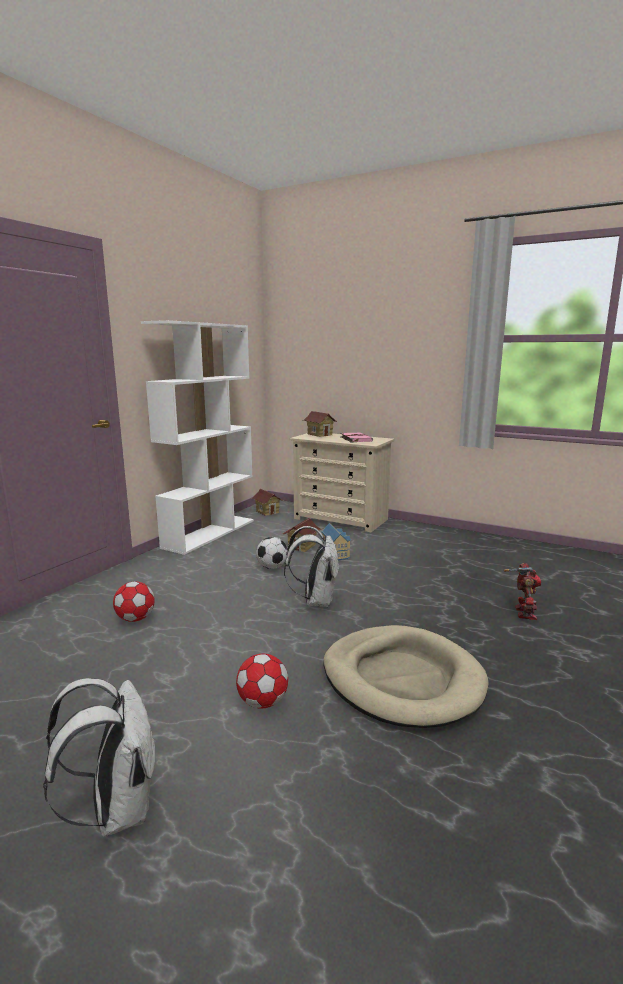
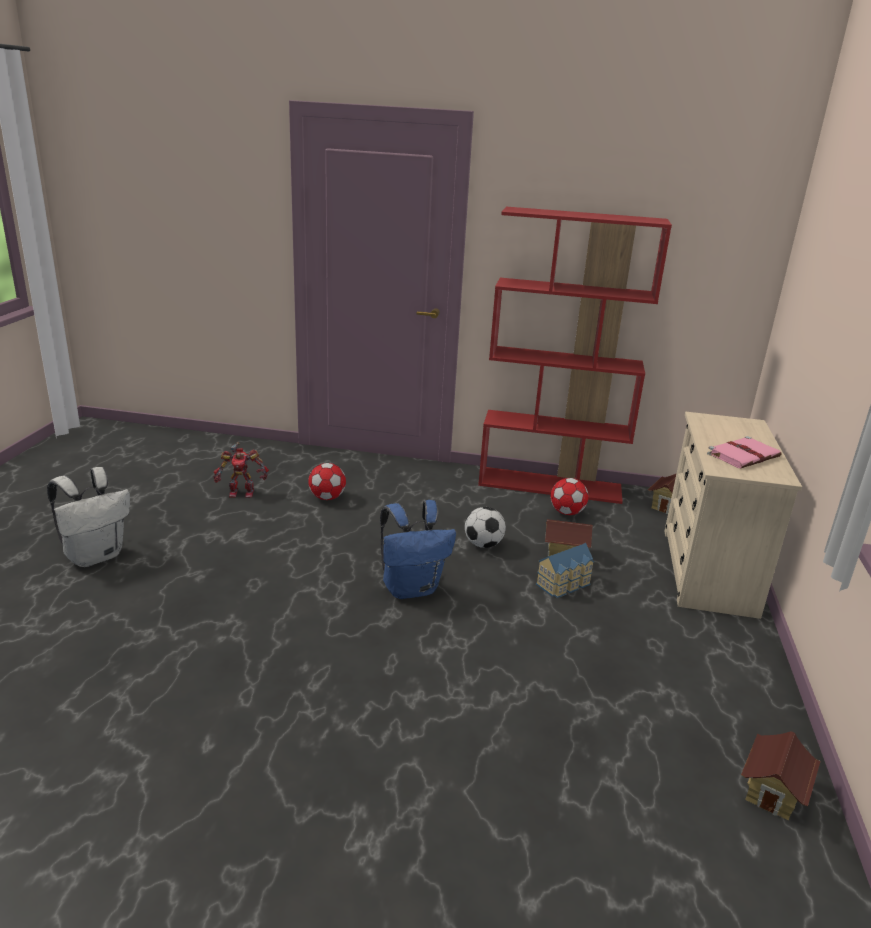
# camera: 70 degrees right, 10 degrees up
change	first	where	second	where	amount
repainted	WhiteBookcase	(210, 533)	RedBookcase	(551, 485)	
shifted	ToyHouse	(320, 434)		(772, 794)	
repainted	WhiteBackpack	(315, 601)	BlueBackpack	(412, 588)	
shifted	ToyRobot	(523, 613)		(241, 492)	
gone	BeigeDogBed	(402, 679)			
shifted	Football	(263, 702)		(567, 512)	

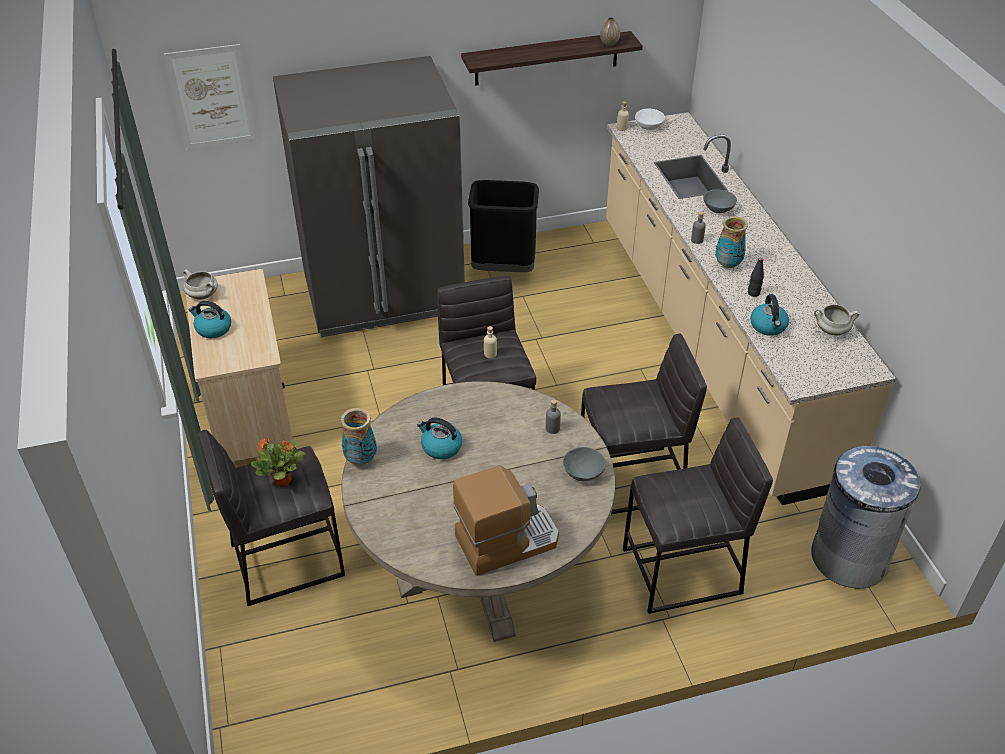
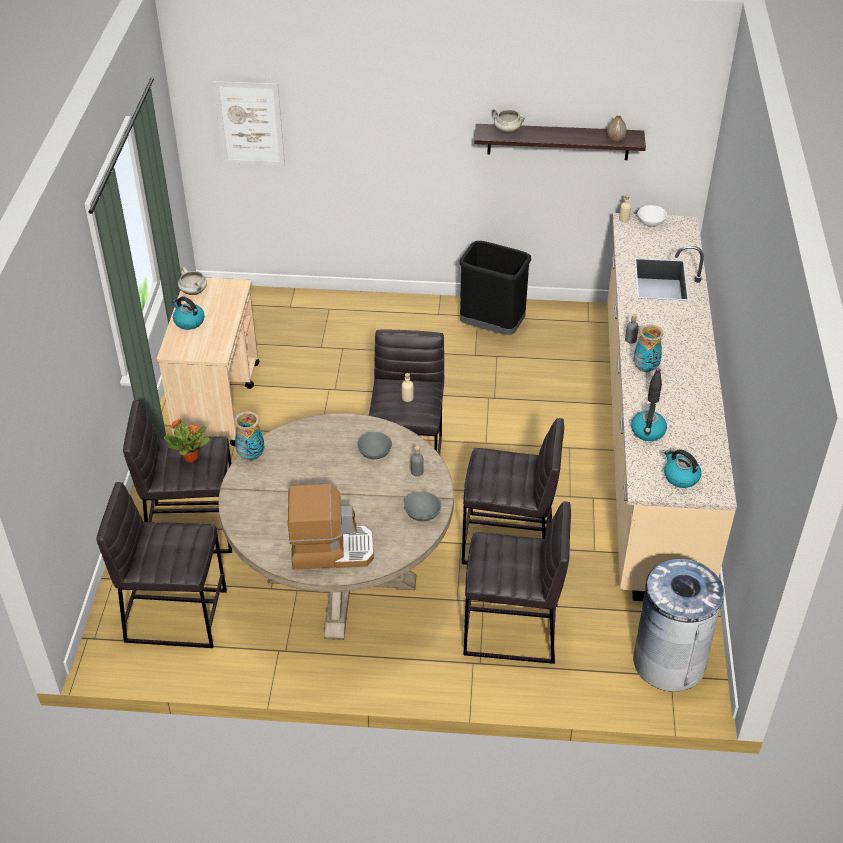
# camera: 20 degrees right, 0 degrees up
change	first	where	second	where	amount
gone	GreyFridge	(383, 293)			
shifted	GreyBowl	(718, 209)		(374, 453)	
shifted	WhiteCookingPot	(831, 331)		(507, 131)	
shifted	Kettle	(441, 447)		(680, 477)	
new			GreyStool	(175, 615)	

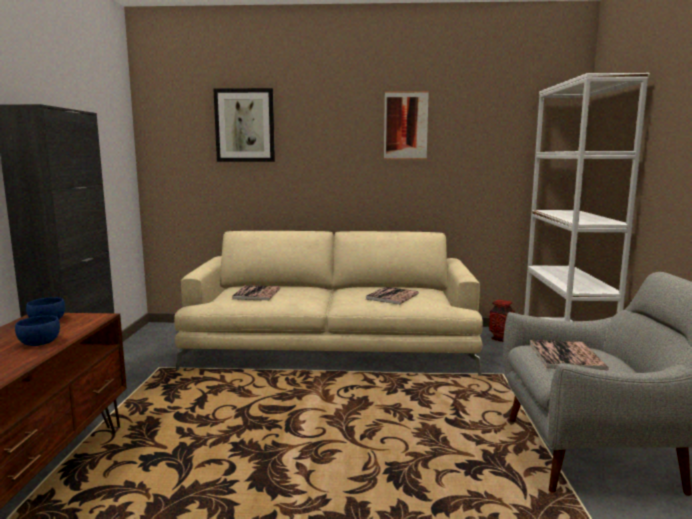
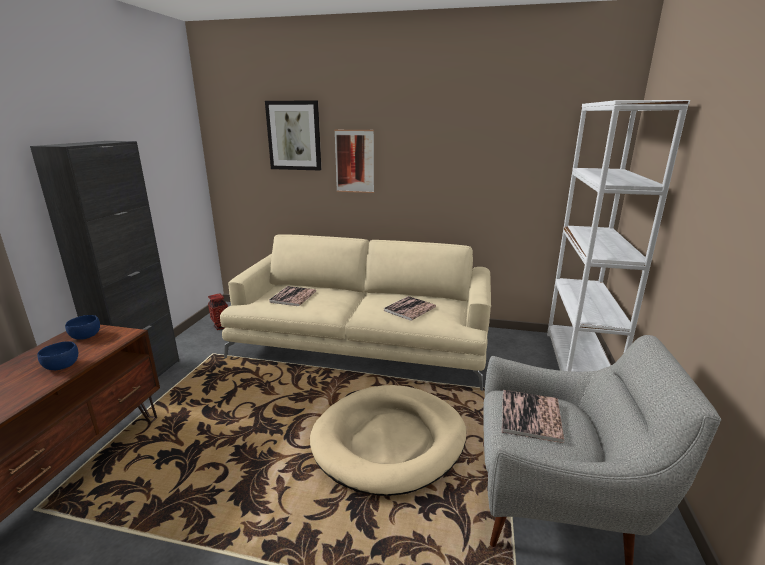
# camera: 10 degrees right, 10 degrees up
change	first	where	second	where	amount
shifted	Picture	(405, 125)		(354, 161)	
shifted	Vase	(500, 339)		(221, 326)	
new			BeigeDogBed	(389, 440)	

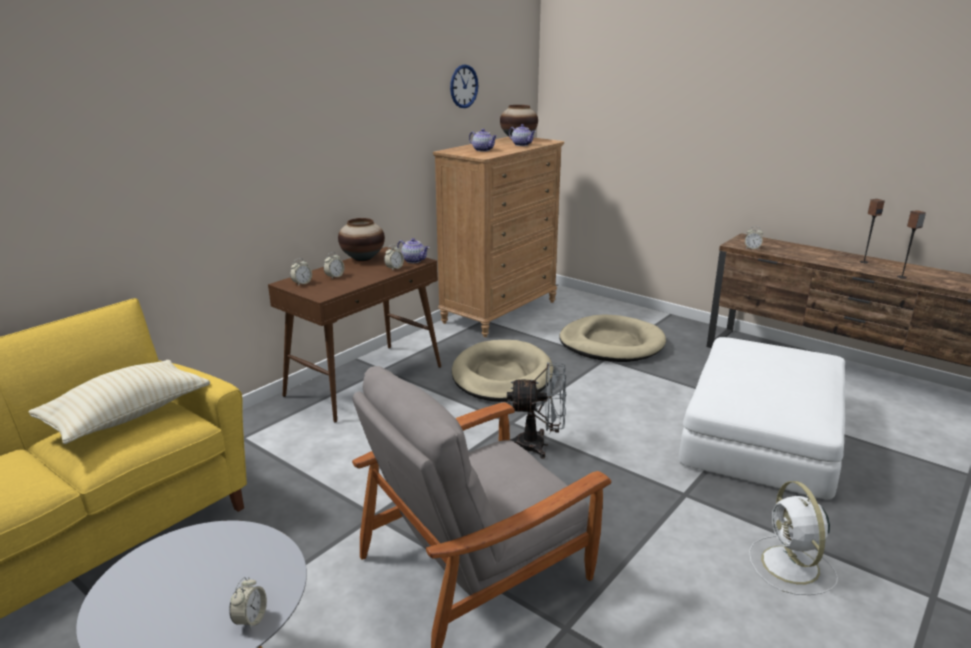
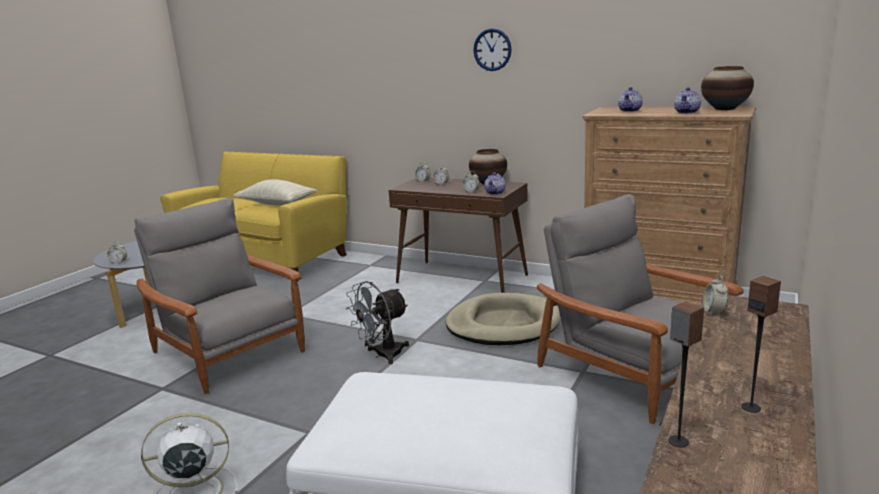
# camera: 80 degrees right, 5 degrees down
change	first	where	second	where	amount
shifted	WallClock	(463, 86)		(492, 50)	
swapped	BeigeDogBed	(611, 344)	GreyArmchair	(631, 372)	
rotated	GreyFan	(538, 445)		(382, 355)	60 degrees clockwise

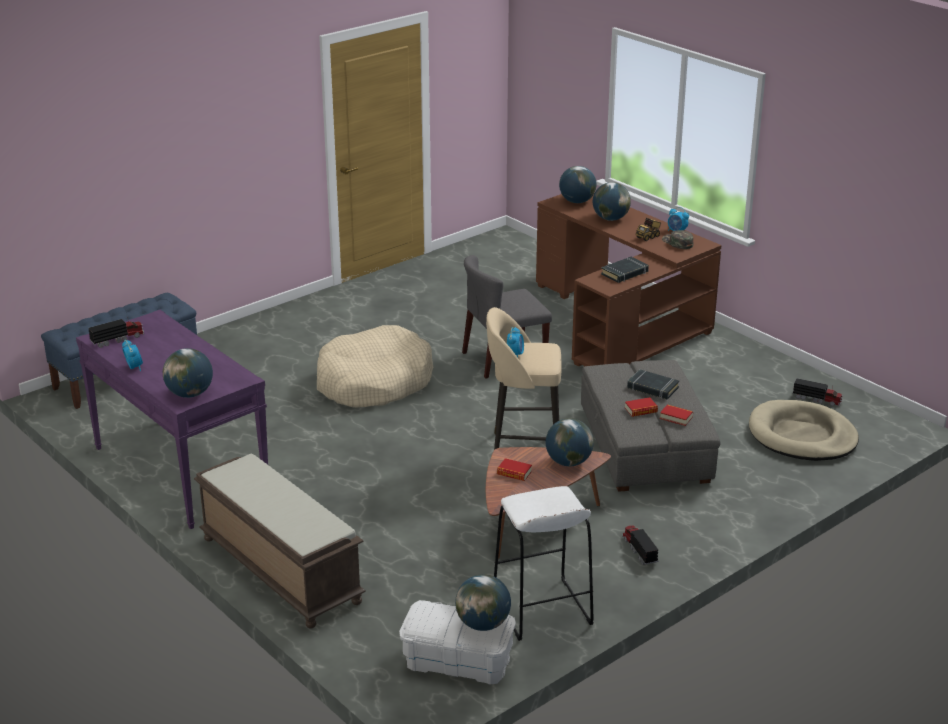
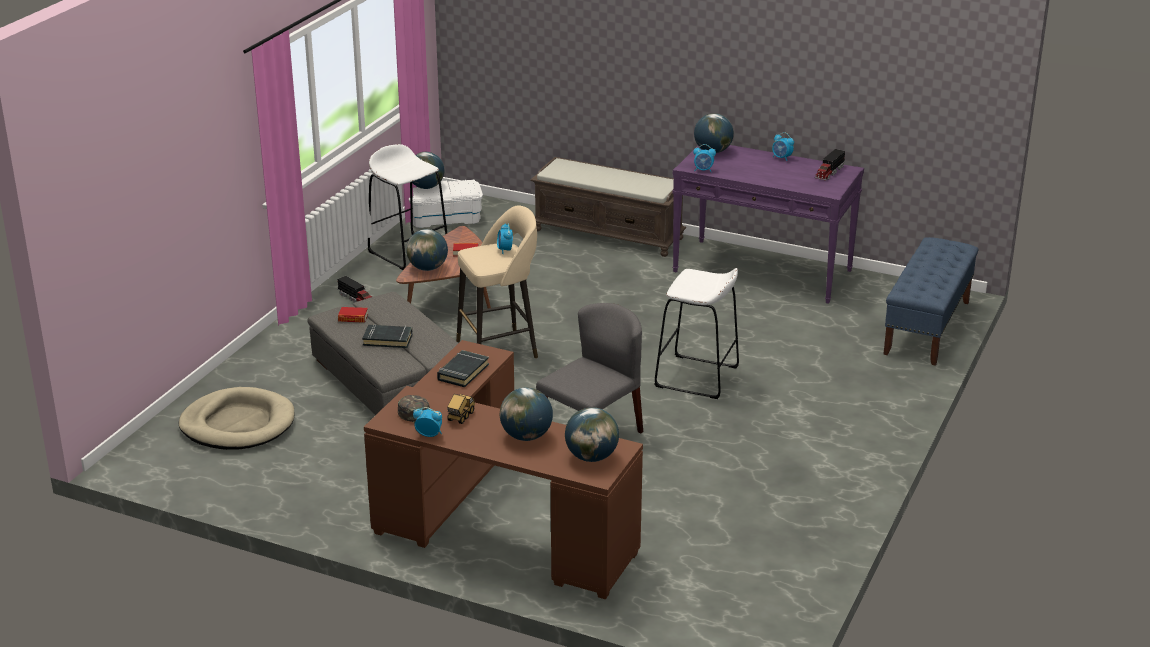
# camera: 155 degrees right, 0 degrees up
change	first	where	second	where	amount
swapped	BeigeDogBed	(373, 382)	WhiteStool	(697, 377)	
gone	ToyTruck	(817, 399)			
gone	Book	(641, 410)			
new			AlarmClock	(703, 170)	

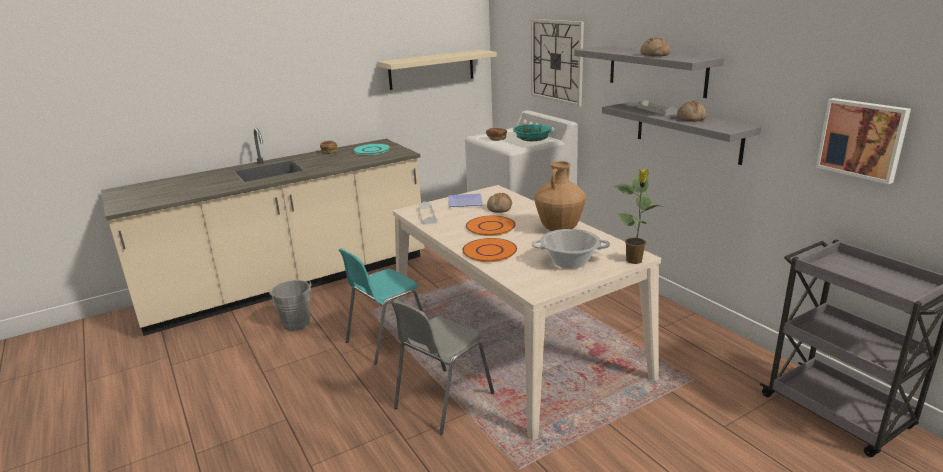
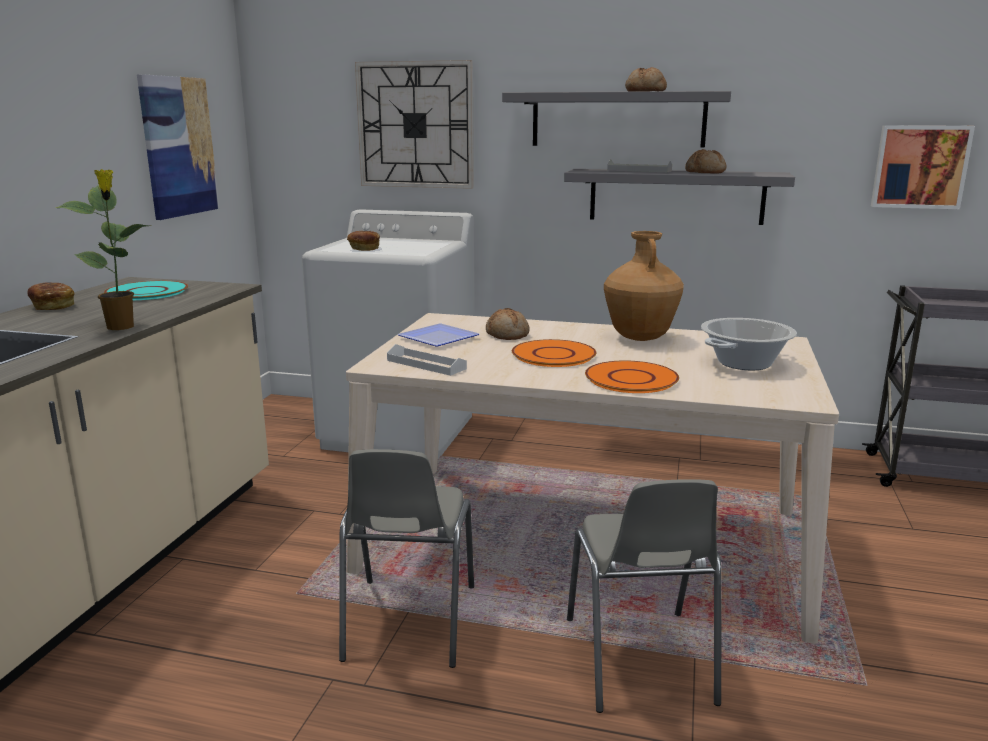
# camera: 45 degrees left, 5 degrees down
change	first	where	second	where	amount
swapped	BeigeShelf	(431, 69)	Picture	(178, 147)	
gone	TurquoiseBowl	(532, 139)			
shifted	PottedPlant	(635, 261)		(122, 327)	
repainted	TurquoiseChair	(387, 340)	GreyChair	(408, 623)	
gone	GreyBucket	(297, 325)			

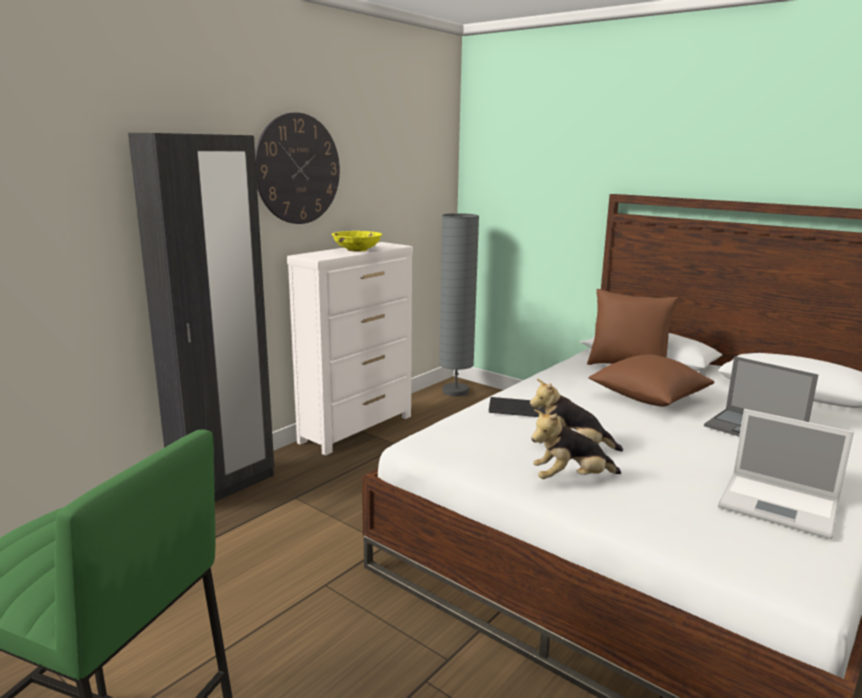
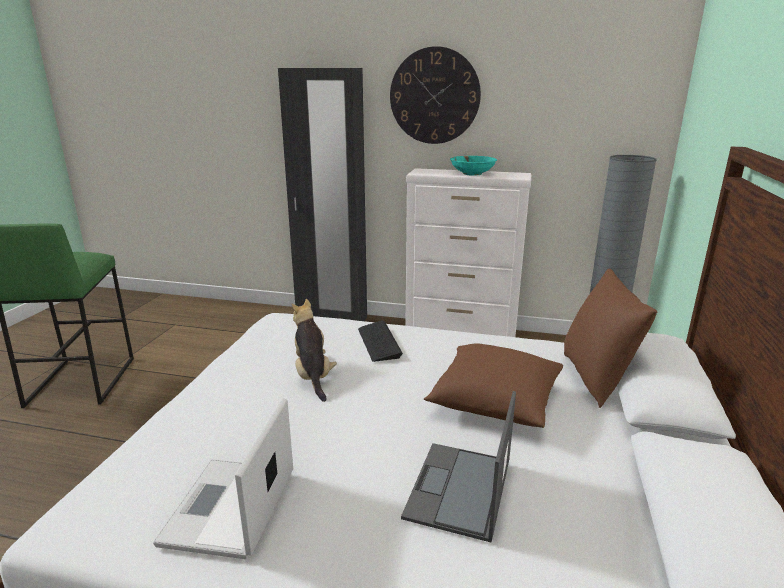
# camera: 65 degrees right, 5 degrees up
change	first	where	second	where	amount
repainted	YellowBowl	(357, 250)	TurquoiseBowl	(472, 174)	
gone	PlushToy	(571, 479)			

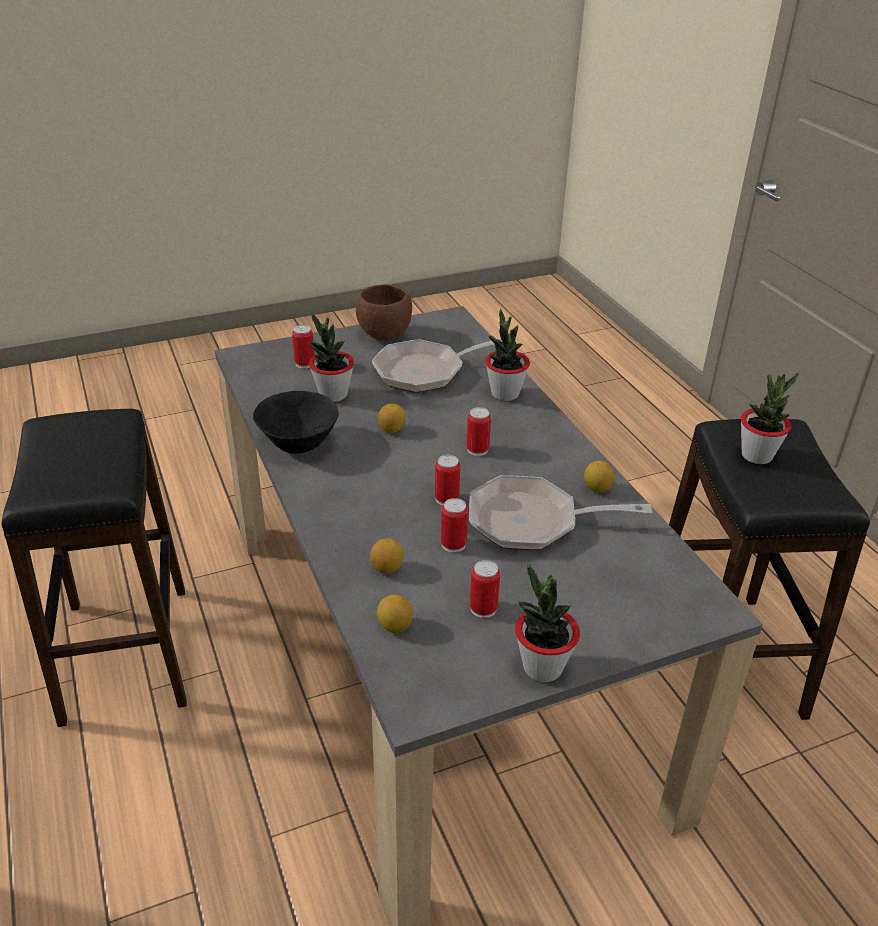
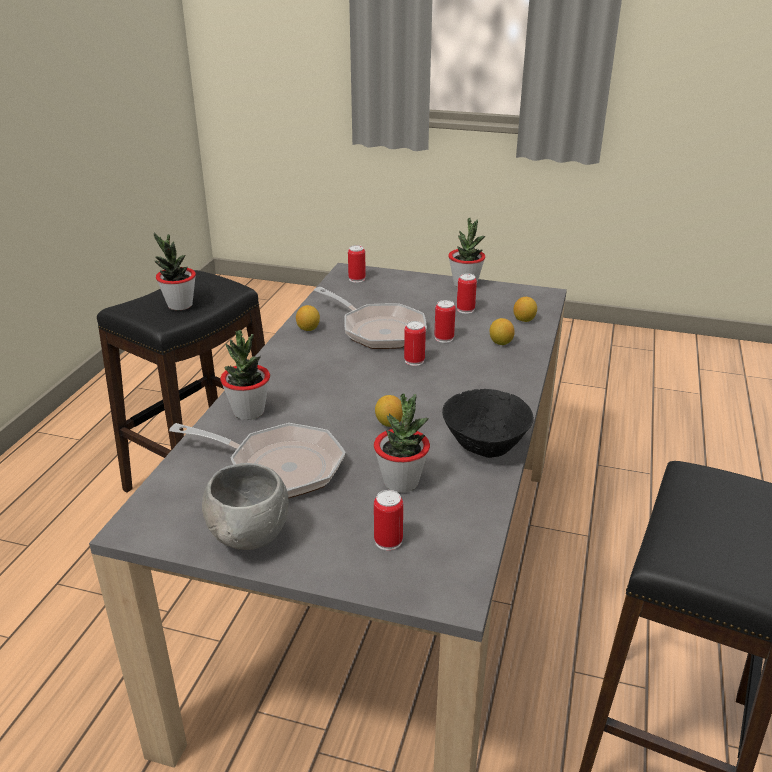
# camera: 140 degrees left, 5 degrees down
change	first	where	second	where	amount
repainted	BrownBowl	(384, 335)	GreyBowl	(248, 540)	
shifted	Can	(477, 449)		(357, 279)	

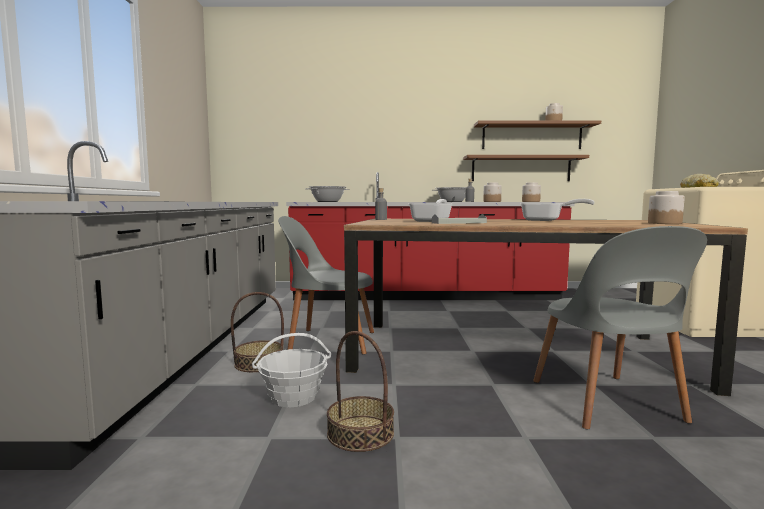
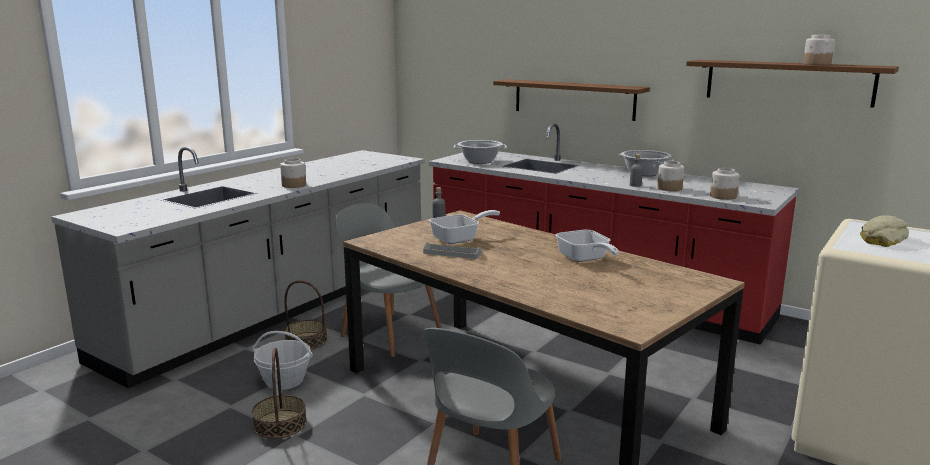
# camera: 35 degrees right, 10 degrees up
change	first	where	second	where	amount
shifted	BrownShelf	(521, 169)		(573, 99)	
shifted	Jar	(664, 223)		(294, 185)	

